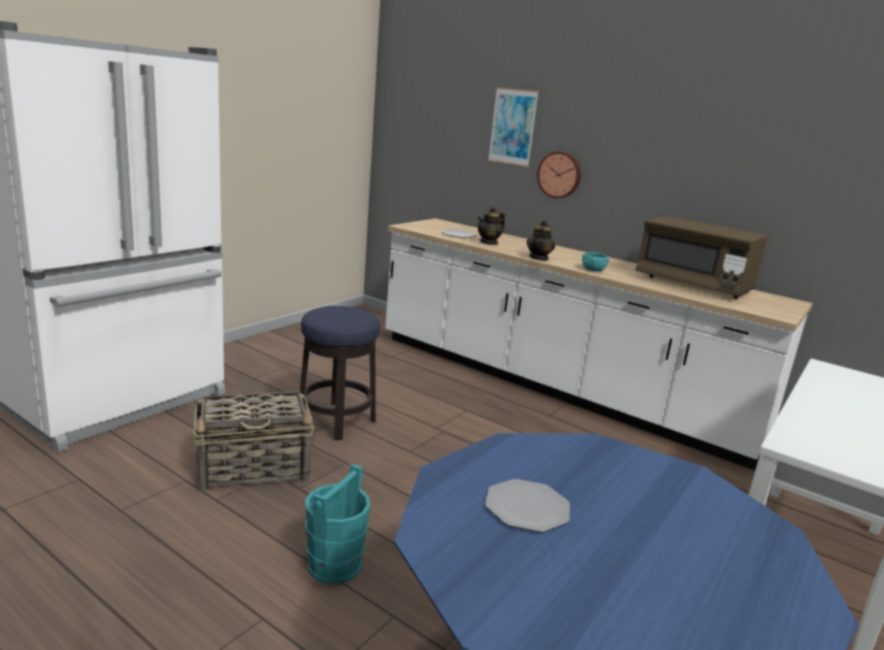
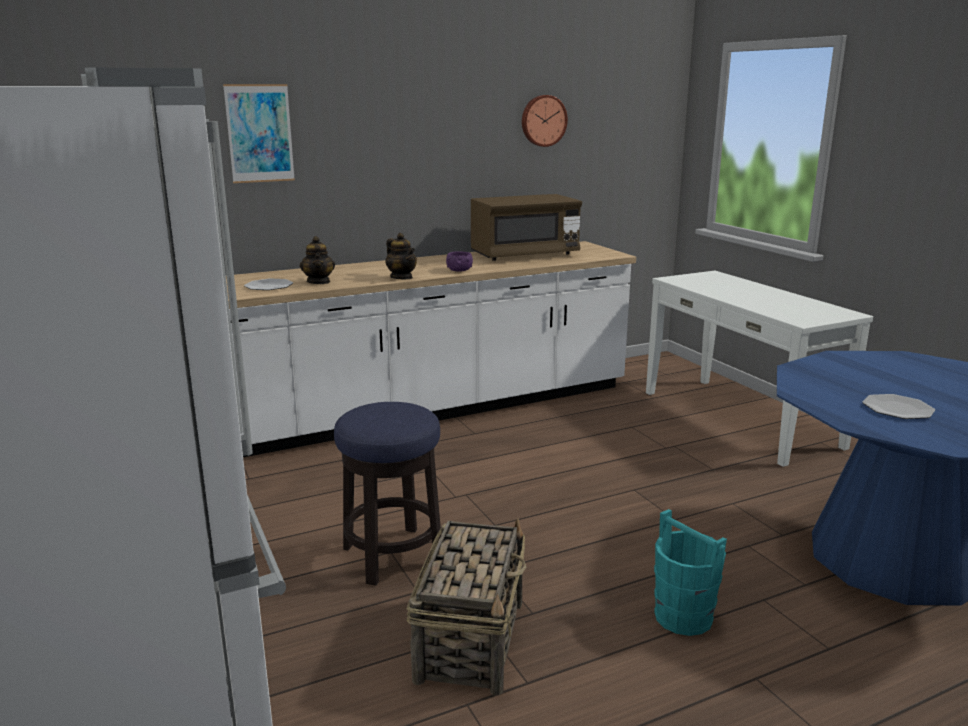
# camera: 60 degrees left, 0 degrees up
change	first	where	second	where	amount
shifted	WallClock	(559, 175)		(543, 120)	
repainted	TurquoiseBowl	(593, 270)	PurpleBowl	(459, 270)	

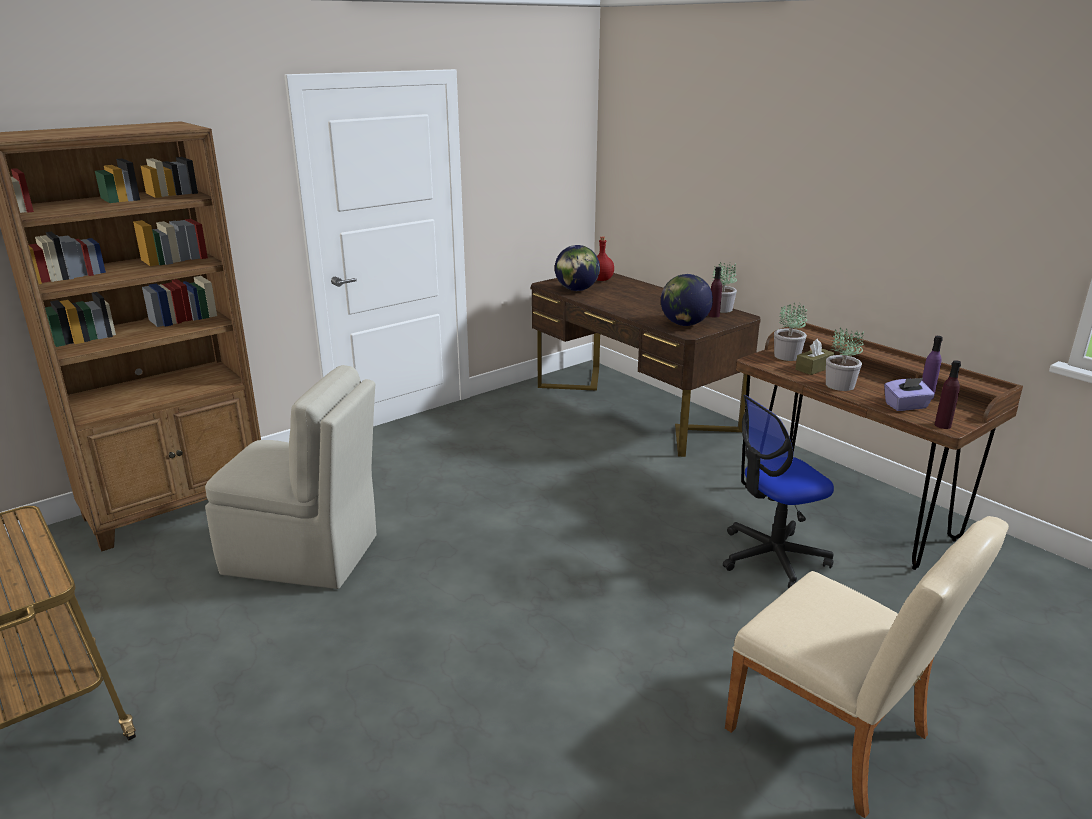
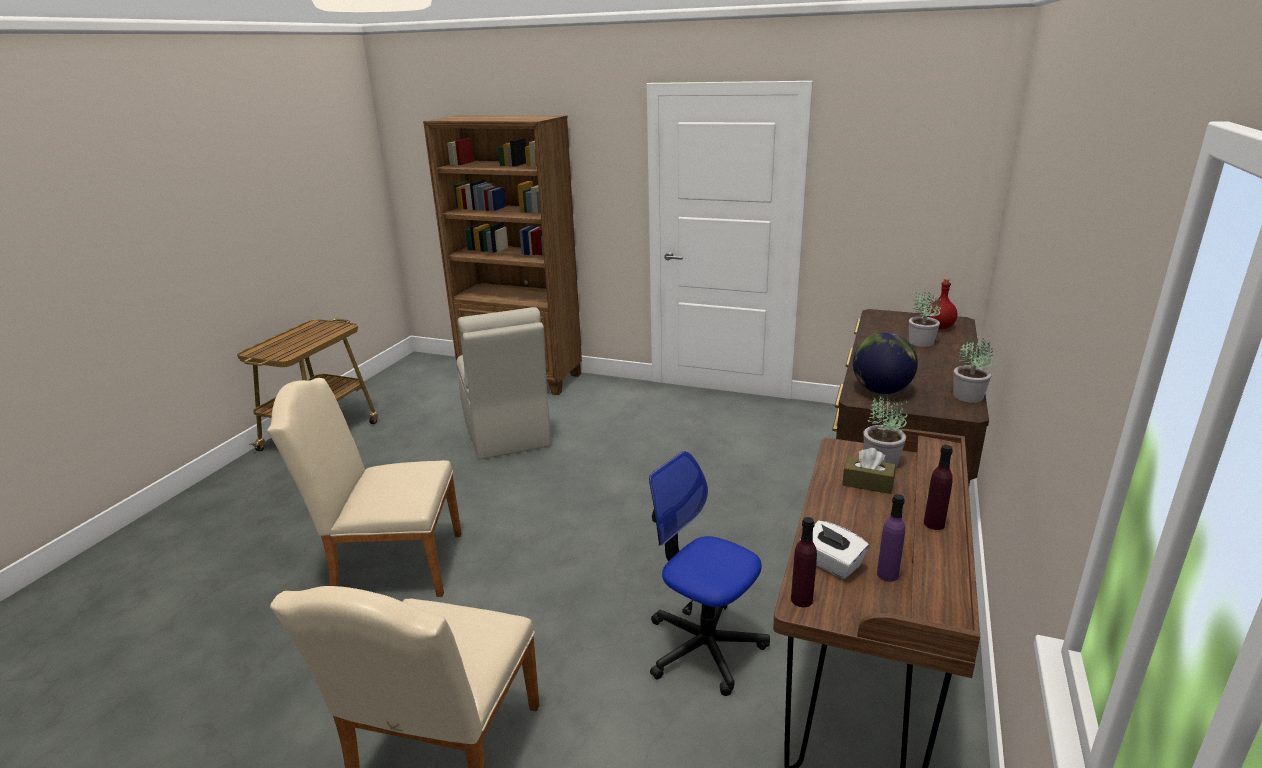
# camera: 60 degrees right, 0 degrees up
change	first	where	second	where	amount
gone	Globe	(576, 290)			
shifted	PurpleBottle	(714, 315)		(934, 524)	
shifted	PottedPlant	(840, 385)		(920, 342)	
repainted	PurpleTissueBox	(906, 406)	WhiteTissueBox	(831, 564)	
new			BeigeChair	(389, 565)	

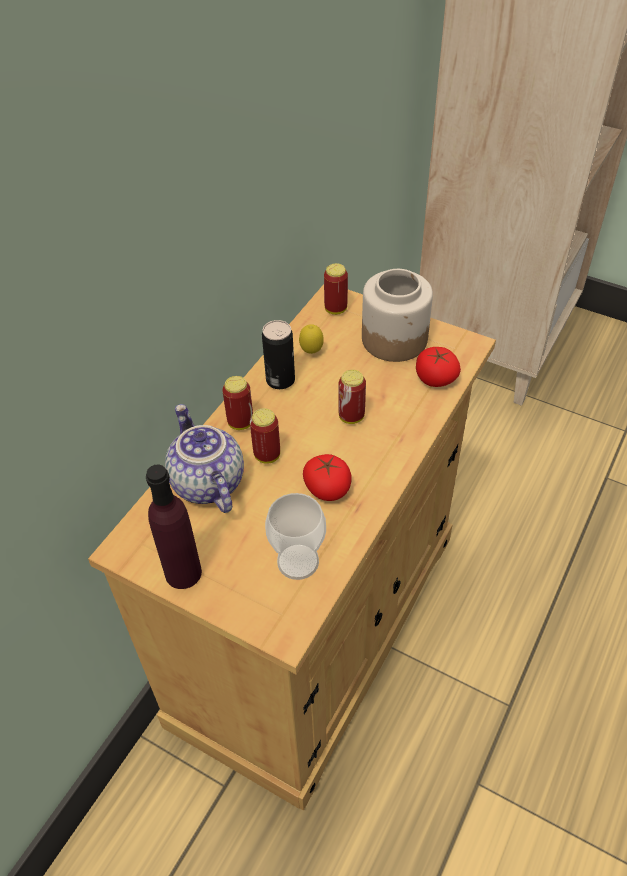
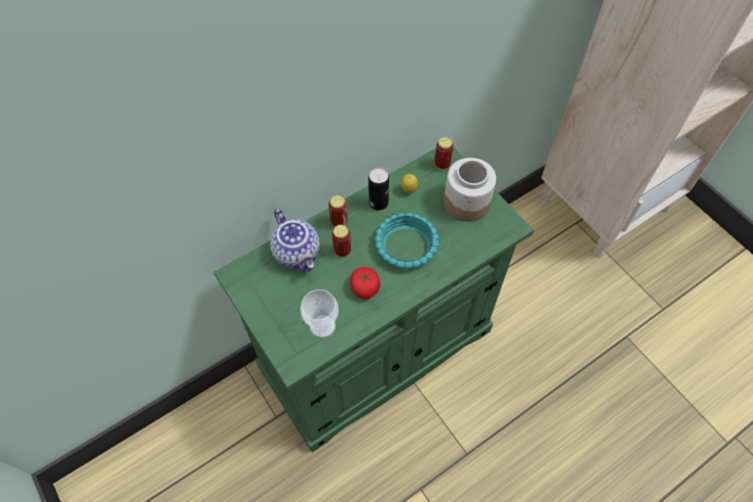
# camera: 25 degrees right, 10 degrees up
change	first	where	second	where	amount
repainted	BeigeCabinet	(318, 627)	GreenCabinet	(376, 349)	
gone	Tomato	(435, 378)			
swapped	Can	(351, 416)	TurquoiseBowl	(407, 246)	
rotated	Teapot	(206, 483)		(298, 254)	150 degrees clockwise
gone	PurpleBottle	(183, 572)			

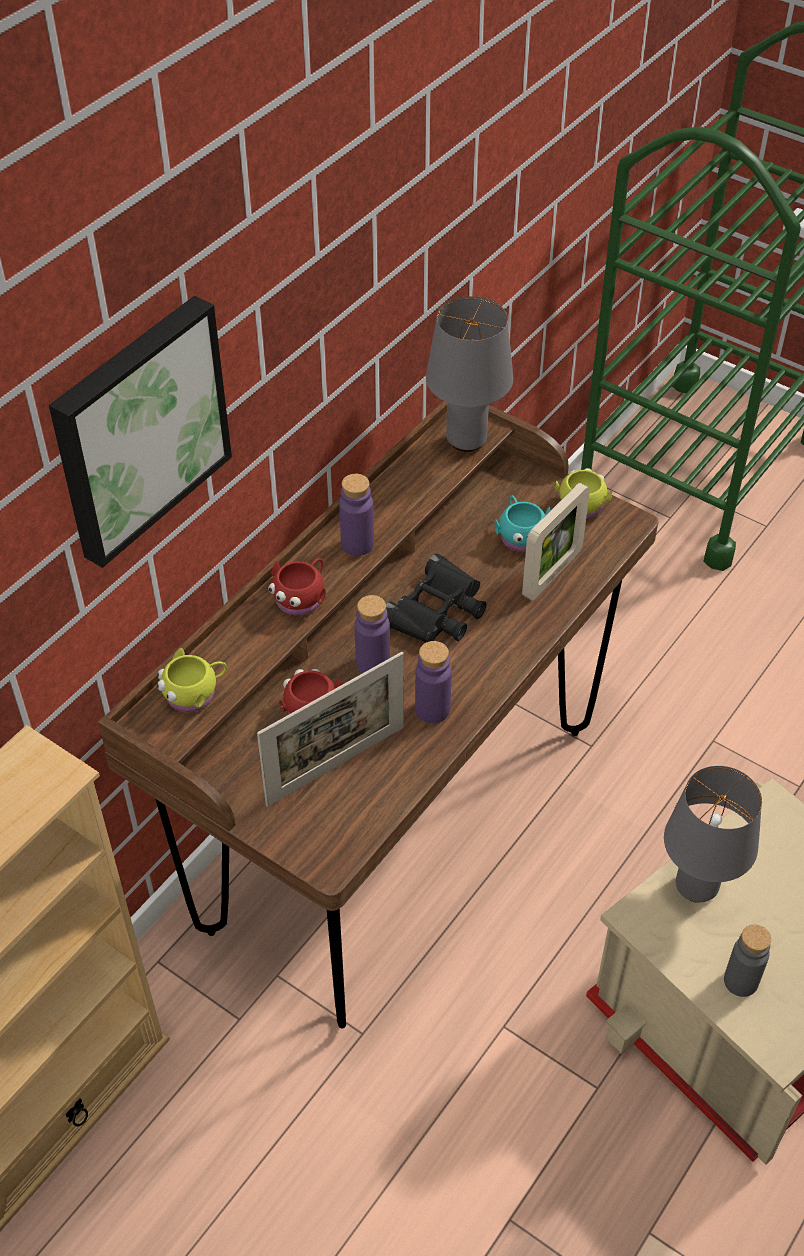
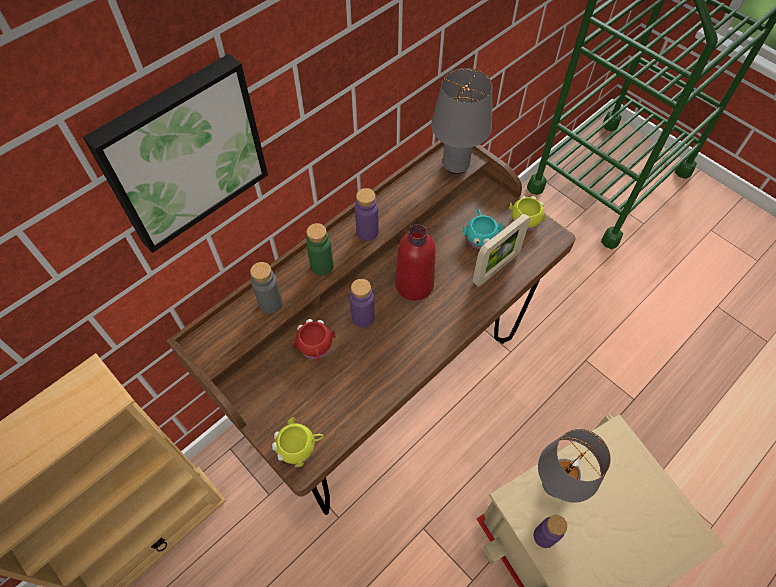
# camera: 10 degrees right, 10 degrees up
change	first	where	second	where	amount
swapped	BlackBinoculars	(438, 611)	RedBottle	(414, 285)	
swapped	RedMug	(301, 597)	GreenBottle	(322, 266)	
shifted	PurpleBottle	(432, 709)		(544, 536)	
shifted	YellowMug	(195, 693)		(300, 447)	
gone	PictureFrame	(336, 765)			
shifted	GreyBottle	(740, 981)		(271, 303)	

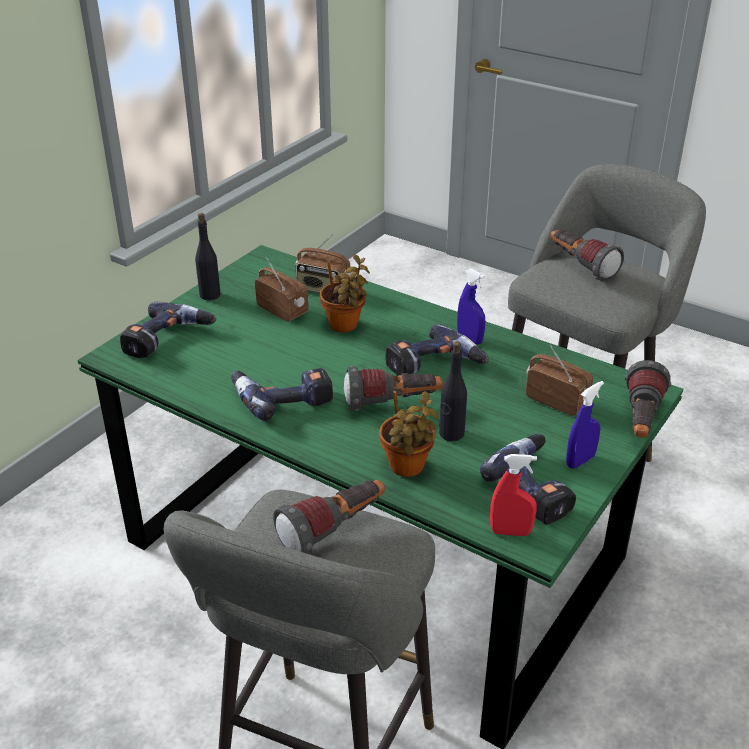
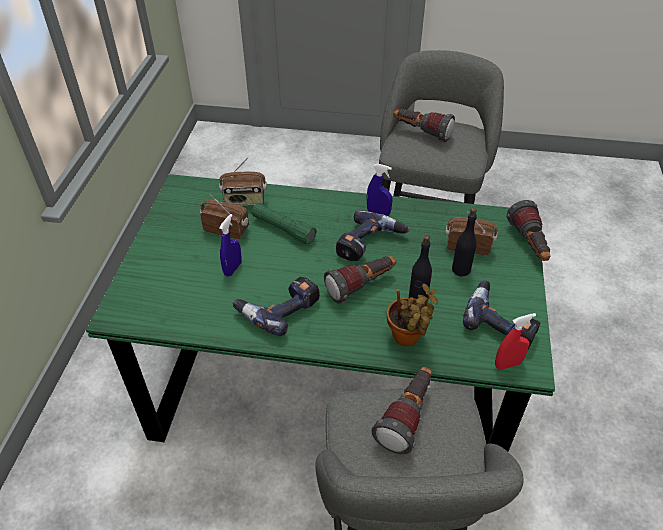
# camera: 25 degrees left, 10 degrees up
change	first	where	second	where	amount
shifted	BlackBottle	(209, 295)		(460, 270)	
swapped	PottedPlant	(345, 326)	GreenFlashlight	(283, 229)	
gone	PowerDrill	(168, 341)			
shifted	BlueSprayBottle	(580, 461)		(232, 269)	

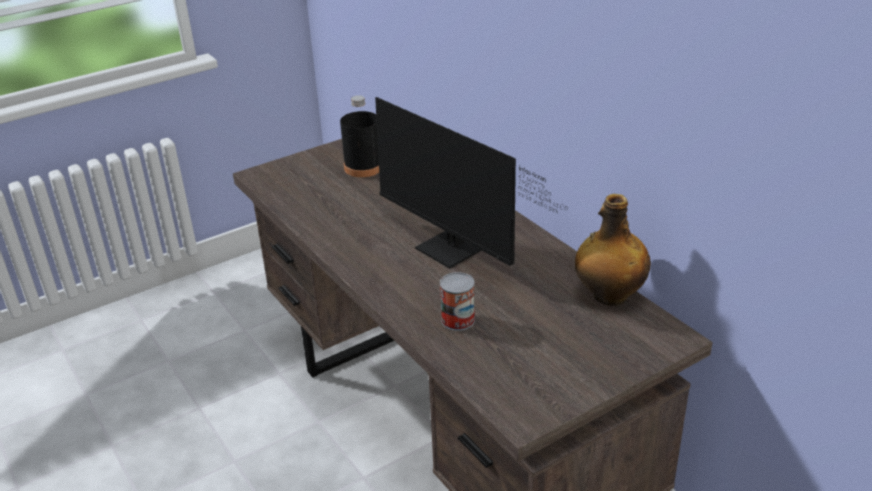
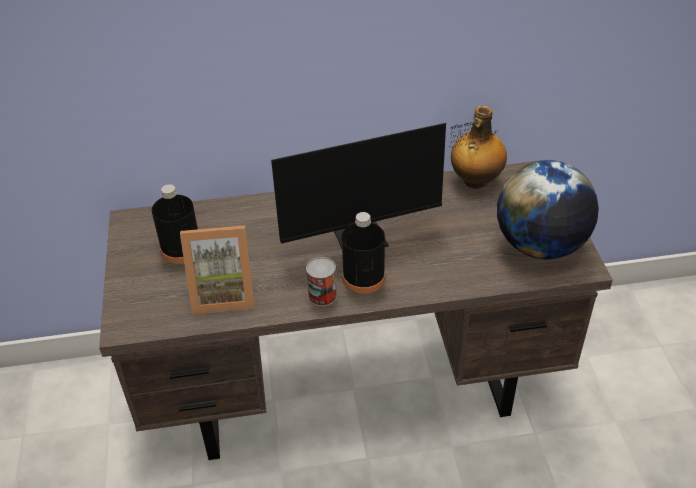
# camera: 65 degrees left, 10 degrees up
change	first	where	second	where	amount
shifted	Can	(458, 320)		(322, 295)	
new			Globe	(540, 246)	
new			BlackBottle	(363, 278)	
new			PictureFrame	(223, 293)	

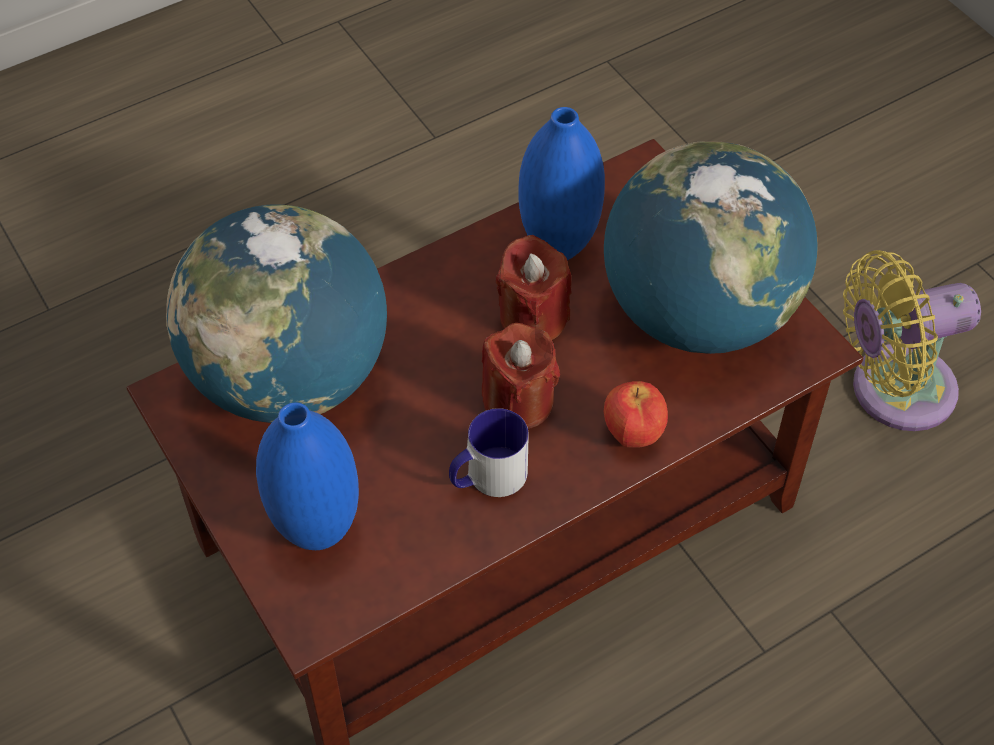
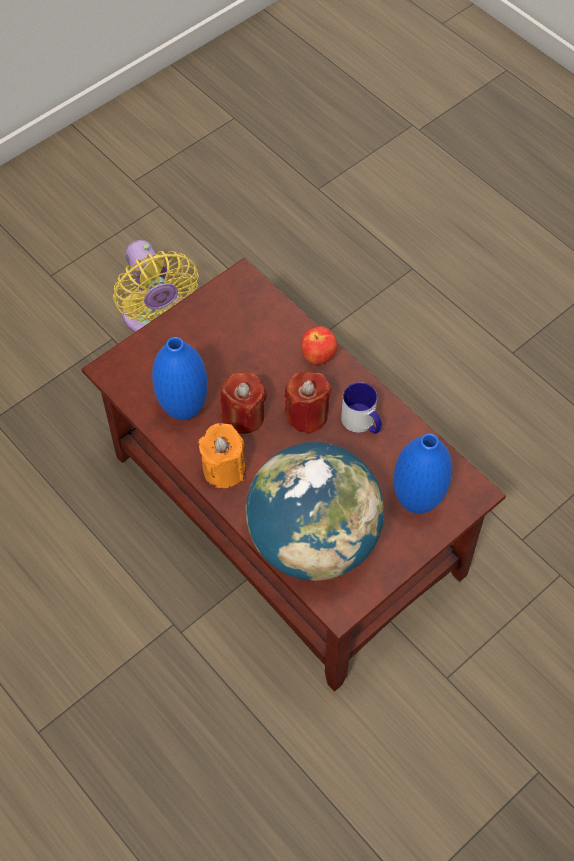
# camera: 100 degrees left, 5 degrees up
change	first	where	second	where	amount
gone	Globe	(697, 313)			
new			OrangeCandle	(223, 469)	

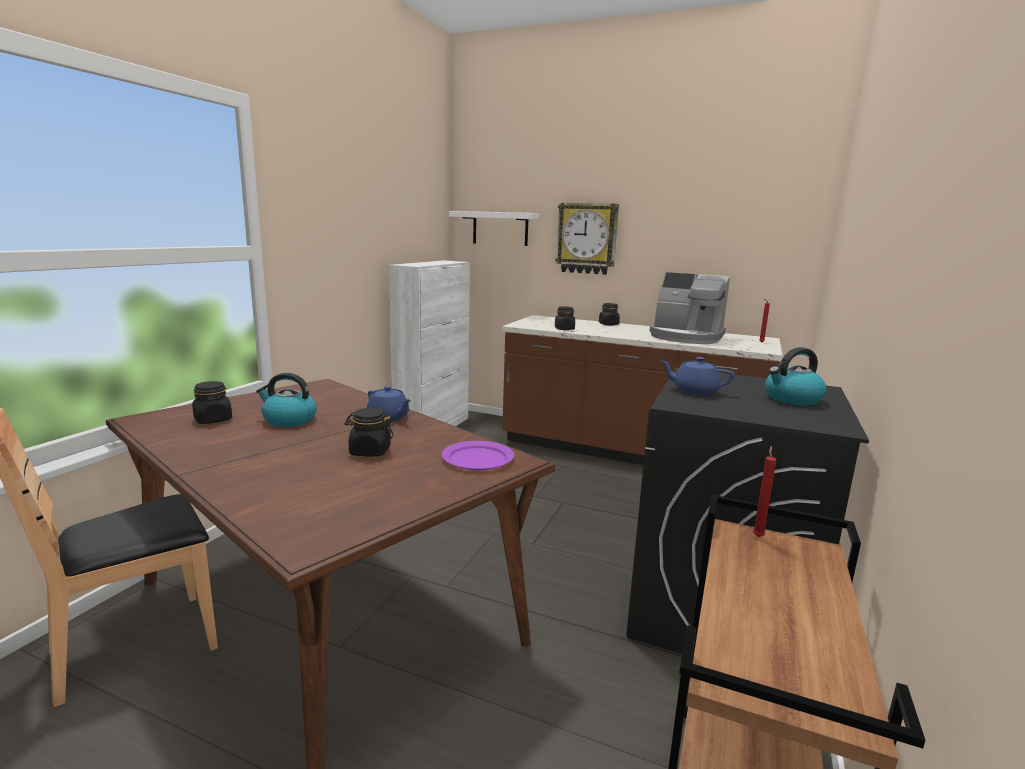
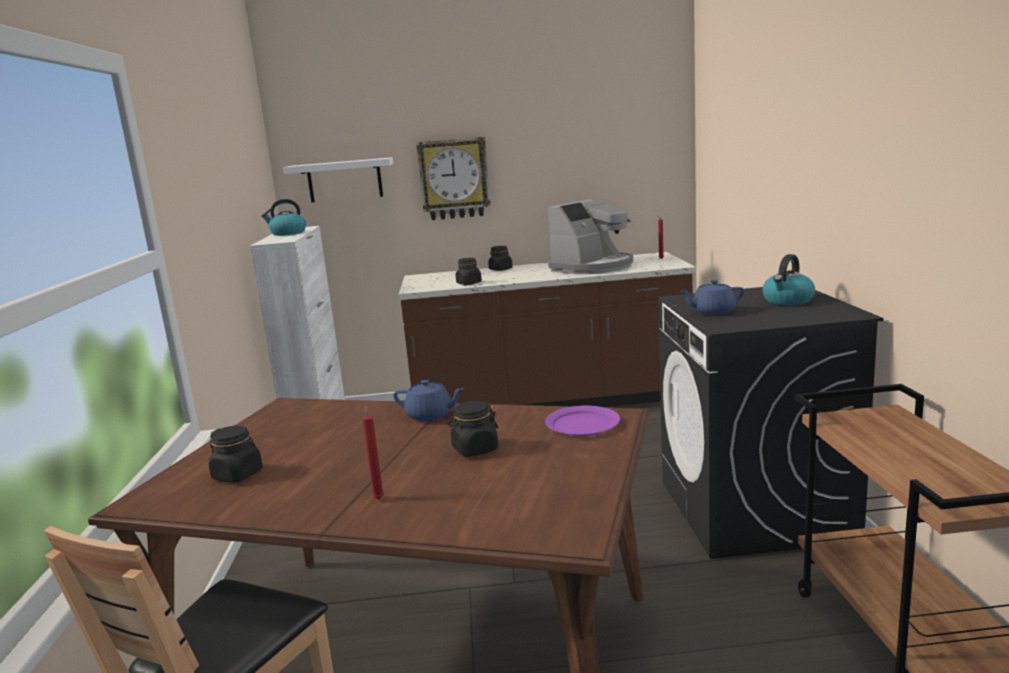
# camera: 25 degrees left, 0 degrees up
change	first	where	second	where	amount
rotated	CoffeeMachine	(686, 337)		(593, 267)	45 degrees counterclockwise
shifted	Kettle	(289, 420)		(287, 233)	
shifted	RedCandle	(758, 536)		(379, 498)	

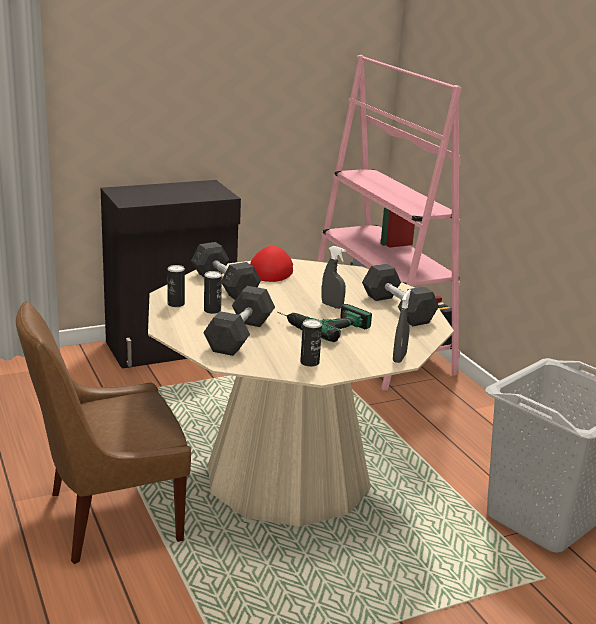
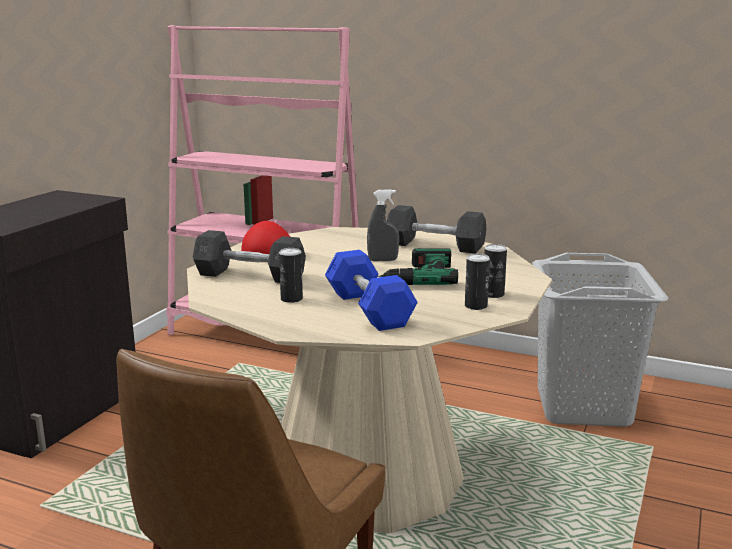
# camera: 40 degrees left, 5 degrees down
change	first	where	second	where	amount
shifted	Can	(176, 304)		(493, 294)	
repainted	GreyDumbbell	(240, 336)	BlueDumbbell	(368, 309)	
gone	GreySprayBottle	(399, 358)			

